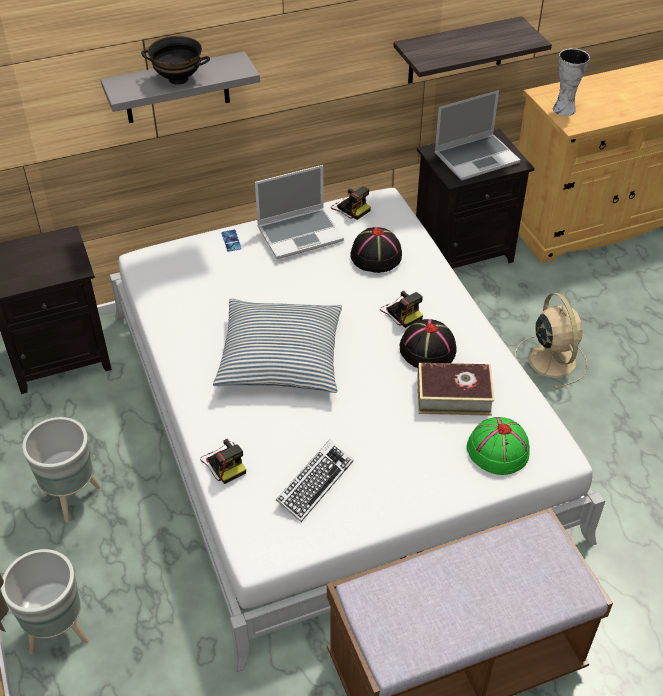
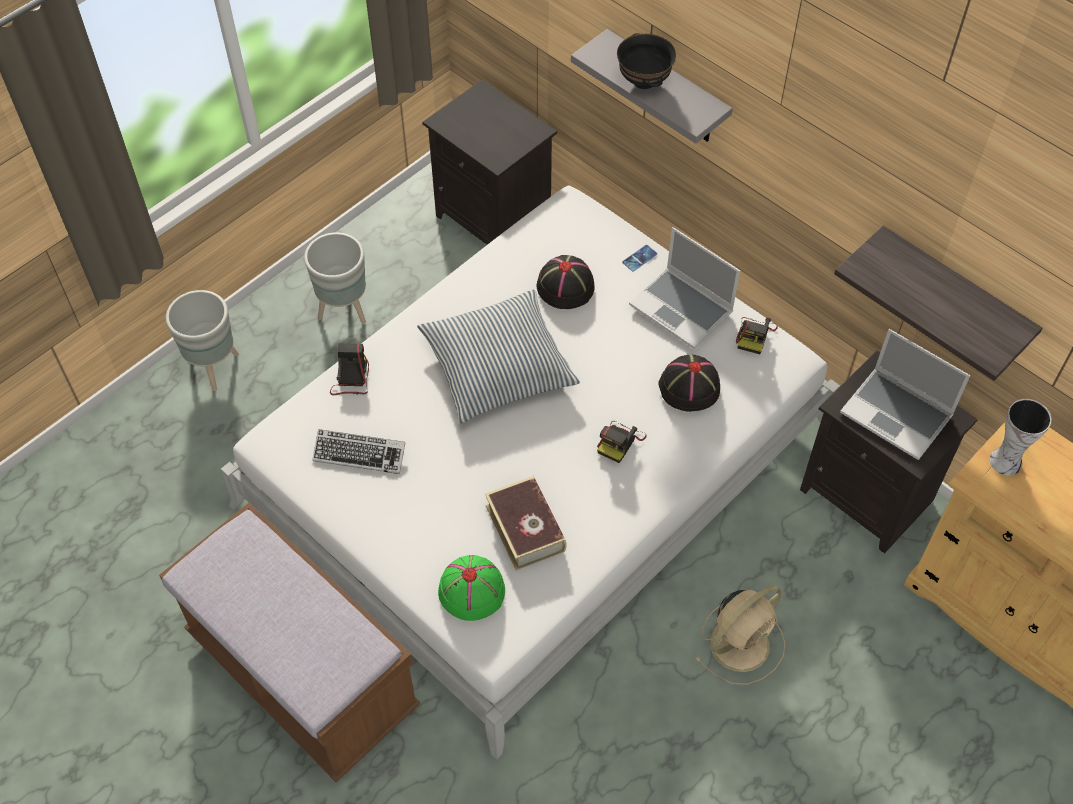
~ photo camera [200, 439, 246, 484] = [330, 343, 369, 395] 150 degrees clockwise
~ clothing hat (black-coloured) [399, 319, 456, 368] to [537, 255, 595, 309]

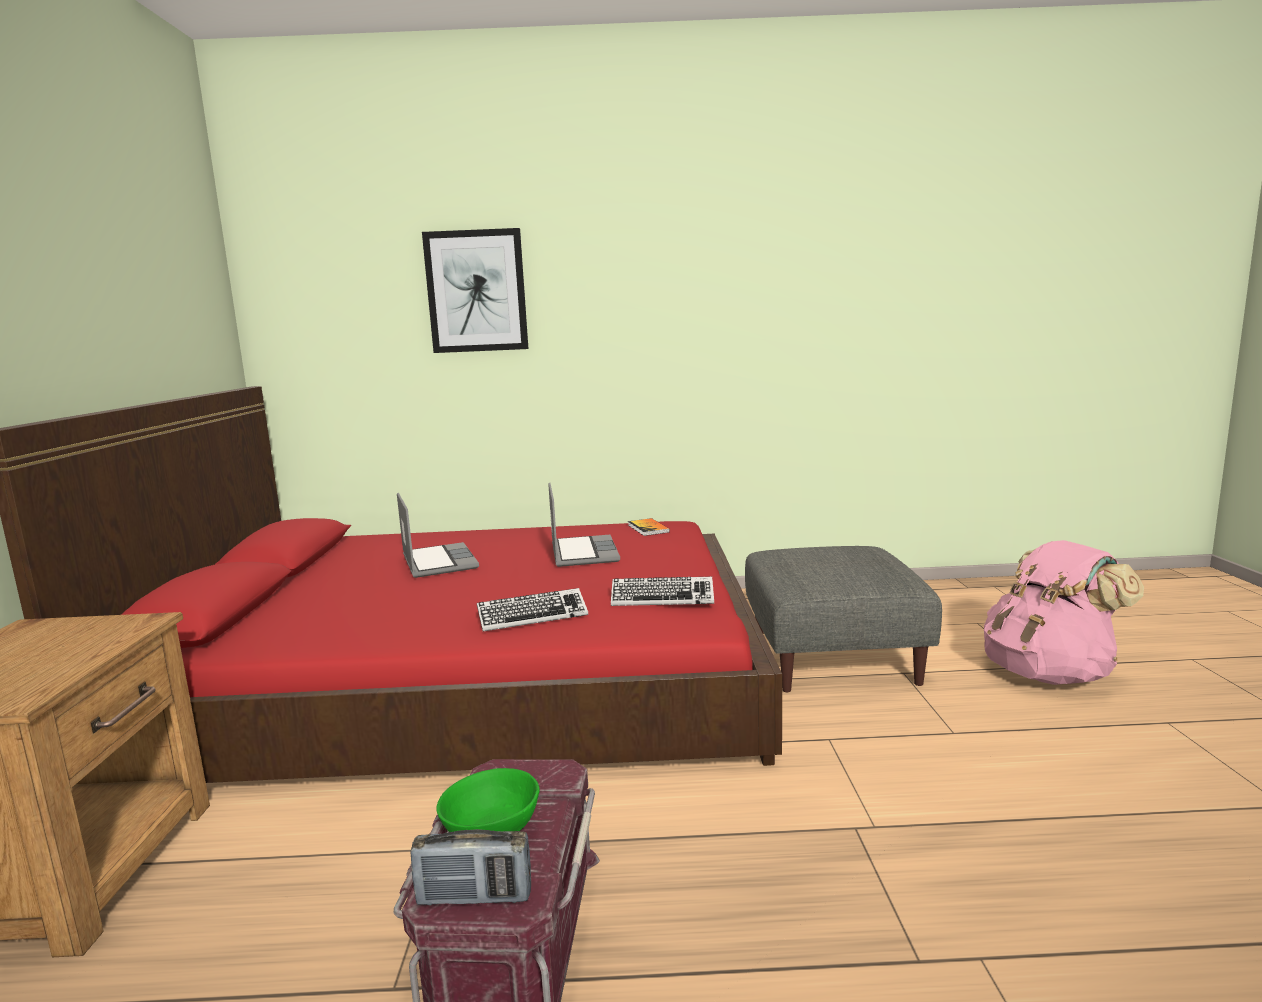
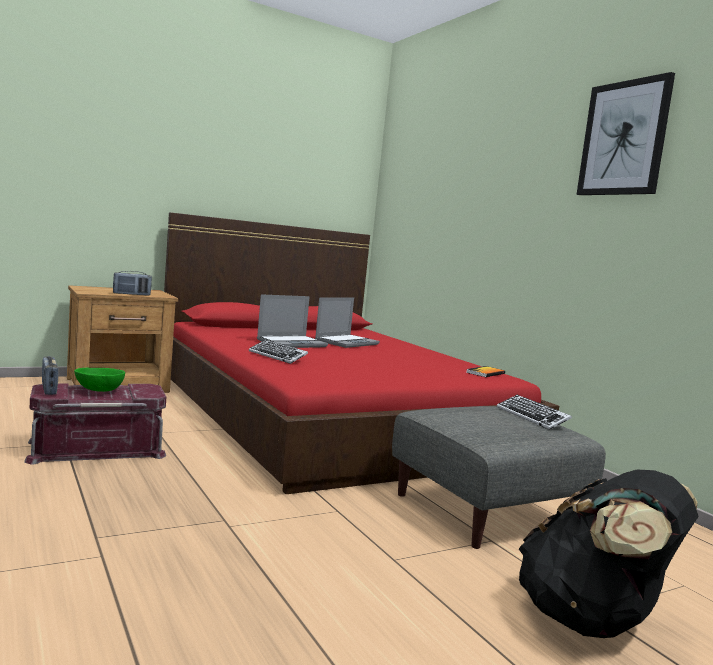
+ radio set [113, 271, 152, 296]
~ laptop [548, 483, 620, 567] to [257, 294, 328, 348]
~ keyboard [611, 577, 714, 606] to [497, 395, 572, 430]
~ backpack (pink) [984, 540, 1144, 685] to backpack (black-coloured) [519, 470, 699, 638]
~ wall picture [422, 228, 528, 353] to [576, 72, 675, 195]

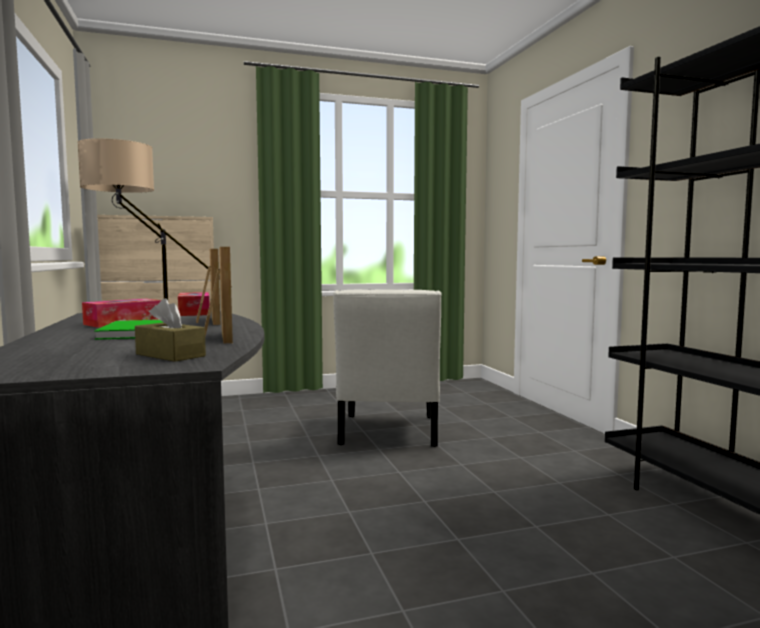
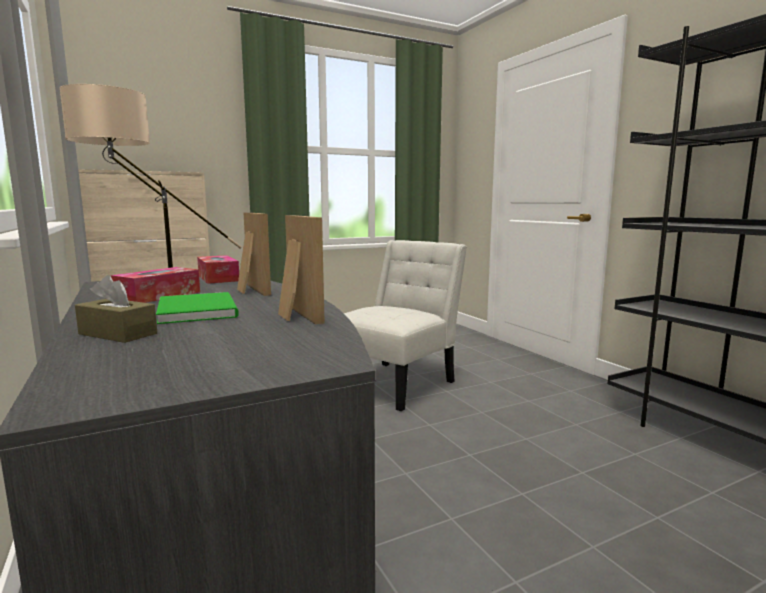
~ tissue holder (brown) [135, 298, 206, 362] to [75, 275, 157, 343]
~ upright chair (white-coloured) [333, 289, 442, 447] = [344, 240, 467, 411] 135 degrees counterclockwise

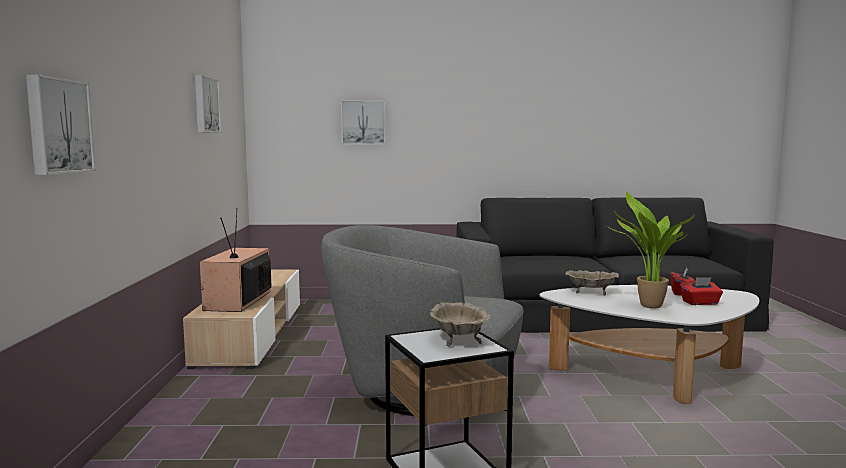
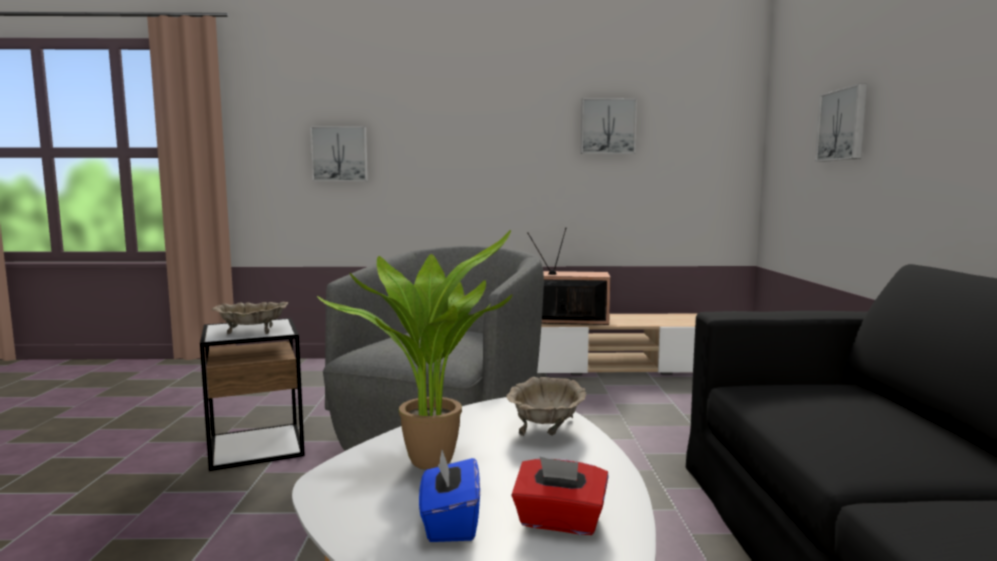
~ tissue holder (red) [680, 277, 723, 305] to tissue holder (blue-coloured) [419, 450, 480, 542]

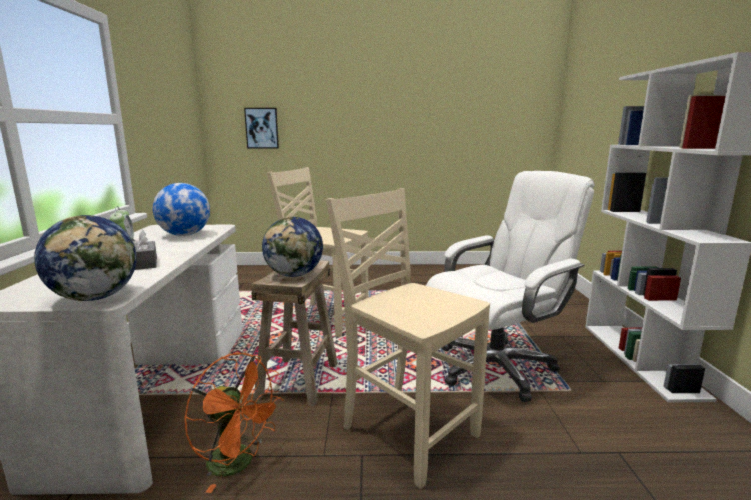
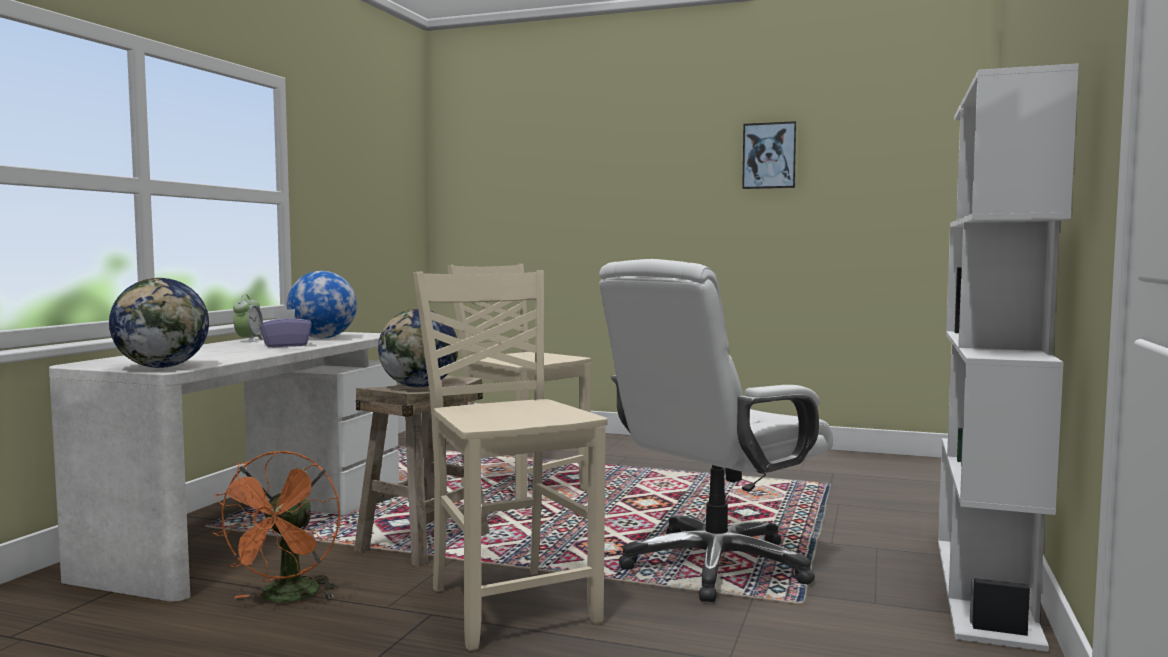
~ electric fan (orange) [184, 353, 283, 493] = [211, 450, 340, 602] 45 degrees clockwise
+ tissue holder (purple) [260, 309, 312, 347]
~ desk chair (white-coloured) [426, 171, 595, 402] = [599, 259, 833, 602] 150 degrees clockwise
~ wall picture [244, 108, 279, 148] to [742, 121, 797, 189]
- tissue holder (greyish) [134, 230, 157, 270]

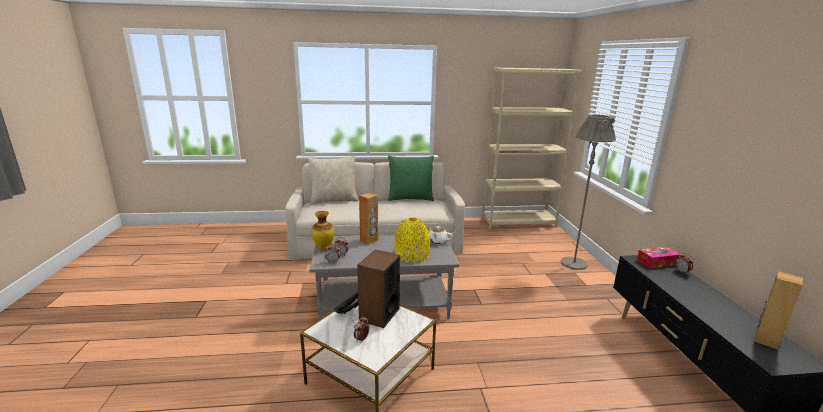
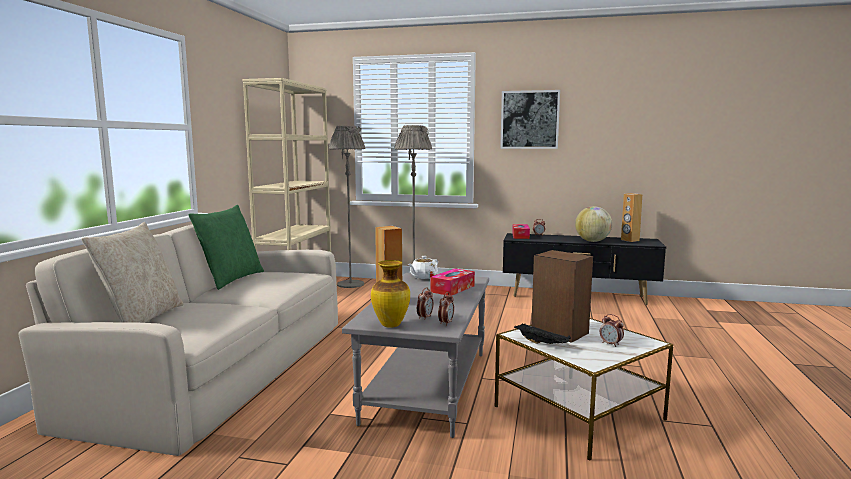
+ standard lamp (greyish) [329, 126, 365, 288]
~ flower vase (yellowish) [394, 217, 430, 262] to tissue holder [430, 268, 475, 296]
+ wall picture [500, 90, 560, 149]
+ globe [575, 206, 612, 242]

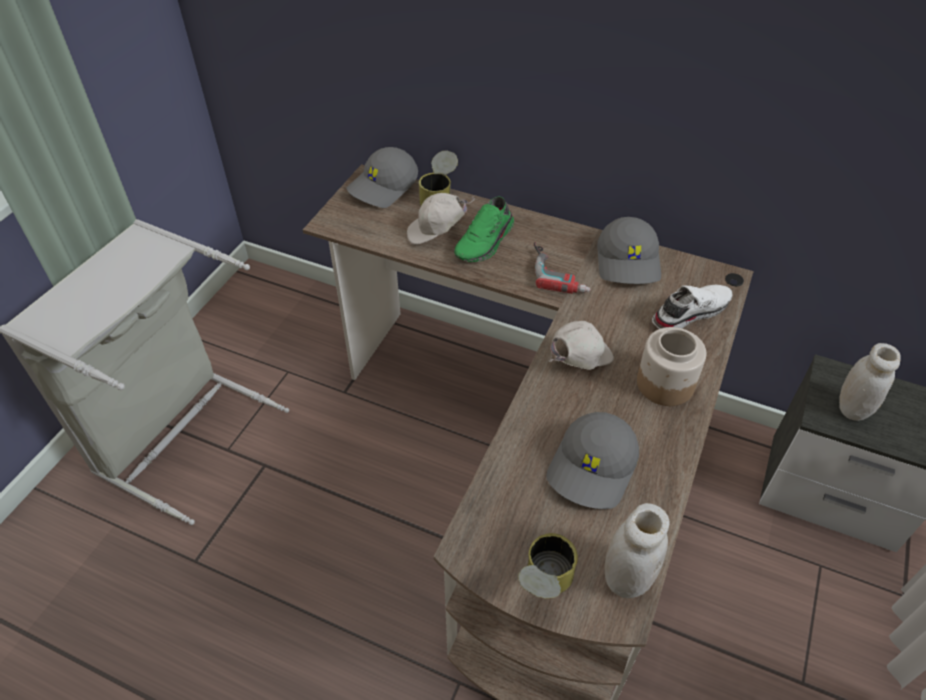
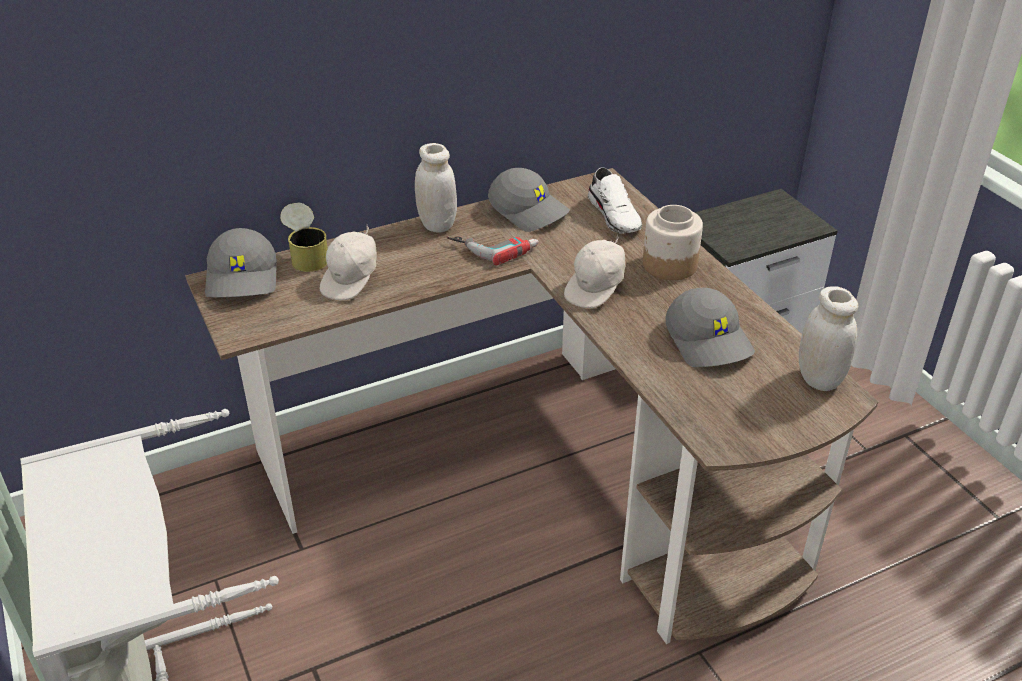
~ preserve jar (white-coloured) [839, 343, 901, 421] to [415, 143, 457, 232]
~ cap (white-coloured) [549, 321, 614, 370] = [564, 234, 625, 308] 150 degrees counterclockwise
~ shoe (white-coloured) [652, 285, 733, 329] = [588, 168, 642, 234] 150 degrees clockwise
- shoe (greenish) [454, 197, 514, 262]
- sealed can [518, 533, 578, 598]

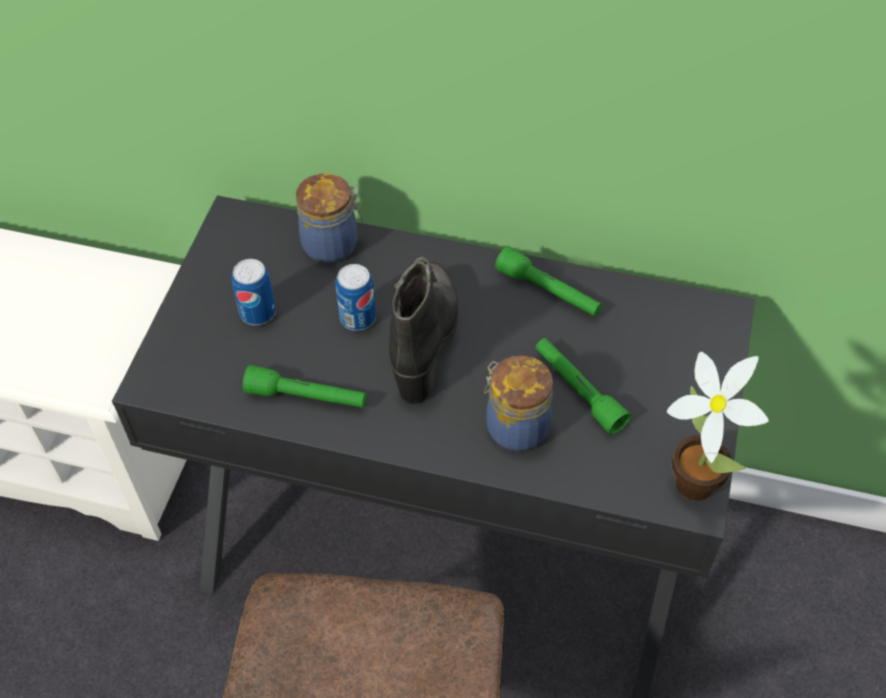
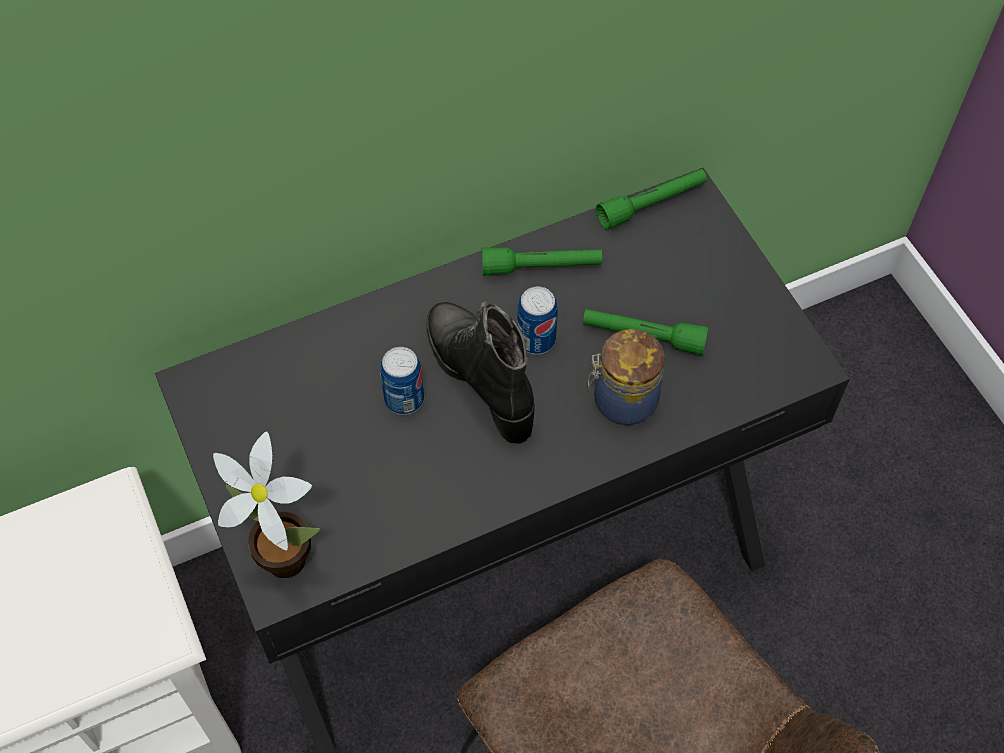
~ potted plant [667, 352, 769, 501] to [213, 431, 320, 578]
~ sealed can [232, 259, 276, 325] to [517, 286, 558, 354]
~ torch (greenish) [243, 365, 366, 408] to [596, 169, 707, 230]
- preserve jar [296, 173, 363, 263]

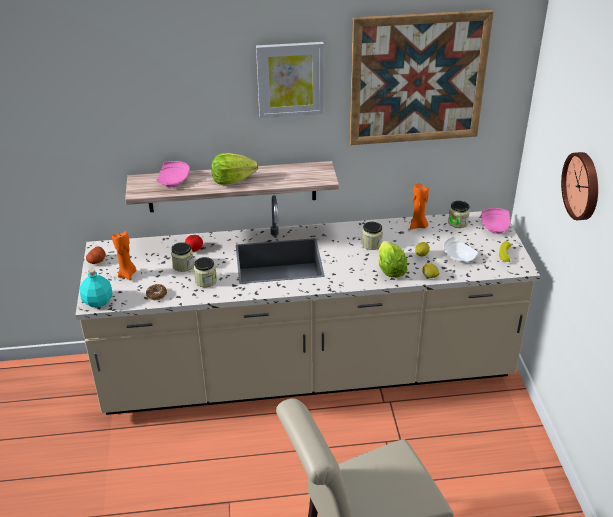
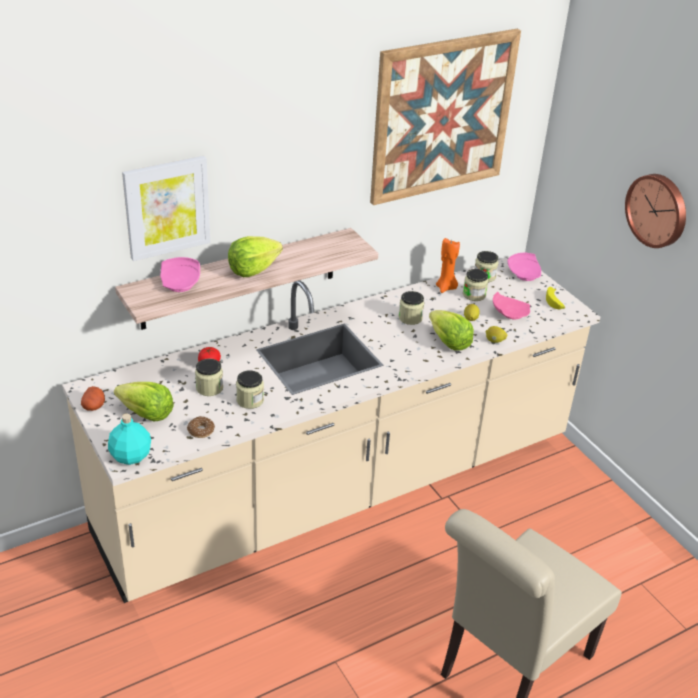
~ wax light (orange) [112, 231, 136, 280] to lettuce [114, 382, 174, 421]
~ wall picture [256, 42, 324, 118] to [122, 156, 210, 261]
+ preserve jar [463, 269, 488, 301]
~ dinner plate (white-coloured) [443, 236, 478, 263] to dinner plate (pink) [493, 292, 530, 319]

